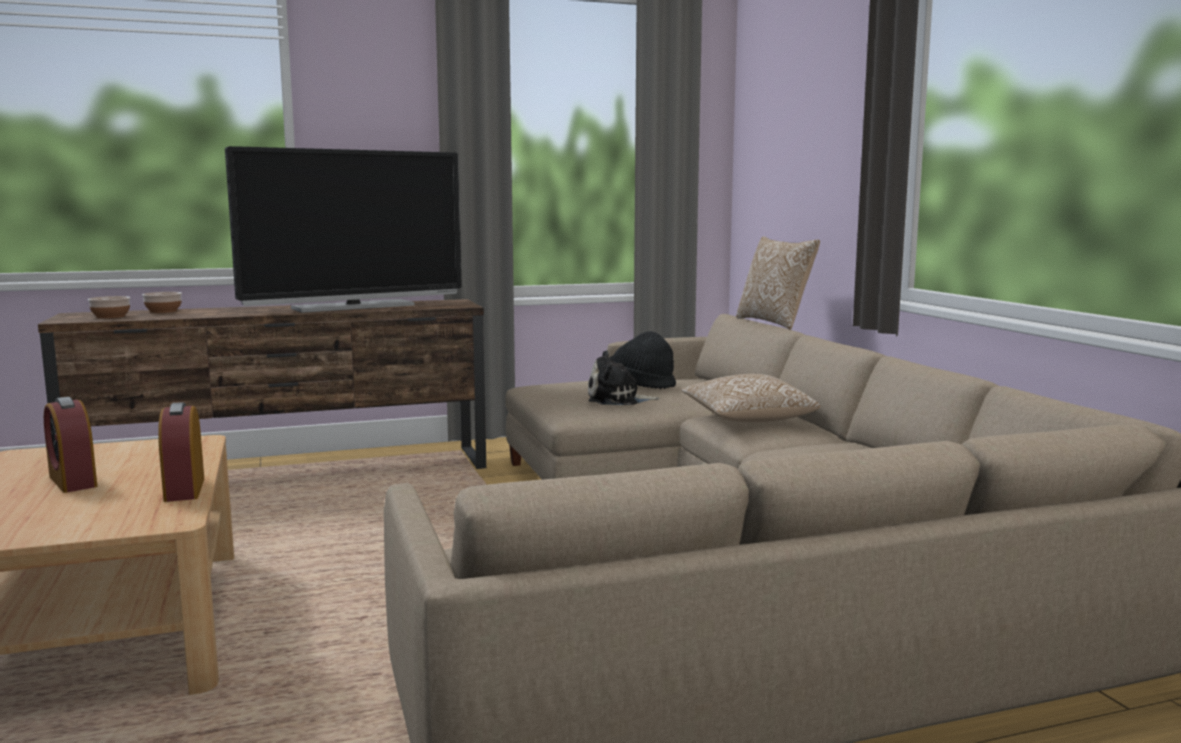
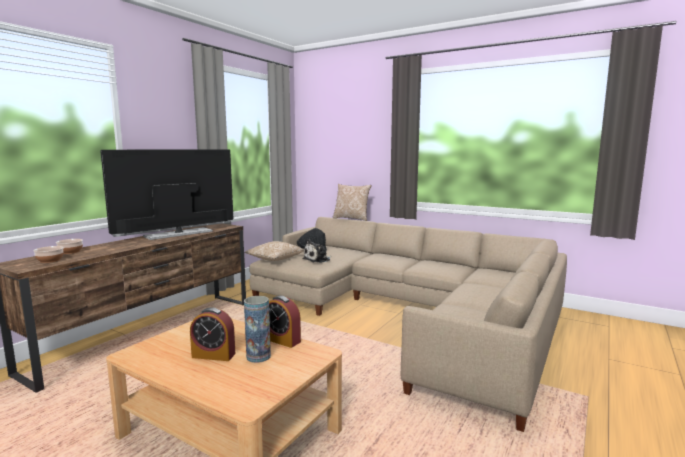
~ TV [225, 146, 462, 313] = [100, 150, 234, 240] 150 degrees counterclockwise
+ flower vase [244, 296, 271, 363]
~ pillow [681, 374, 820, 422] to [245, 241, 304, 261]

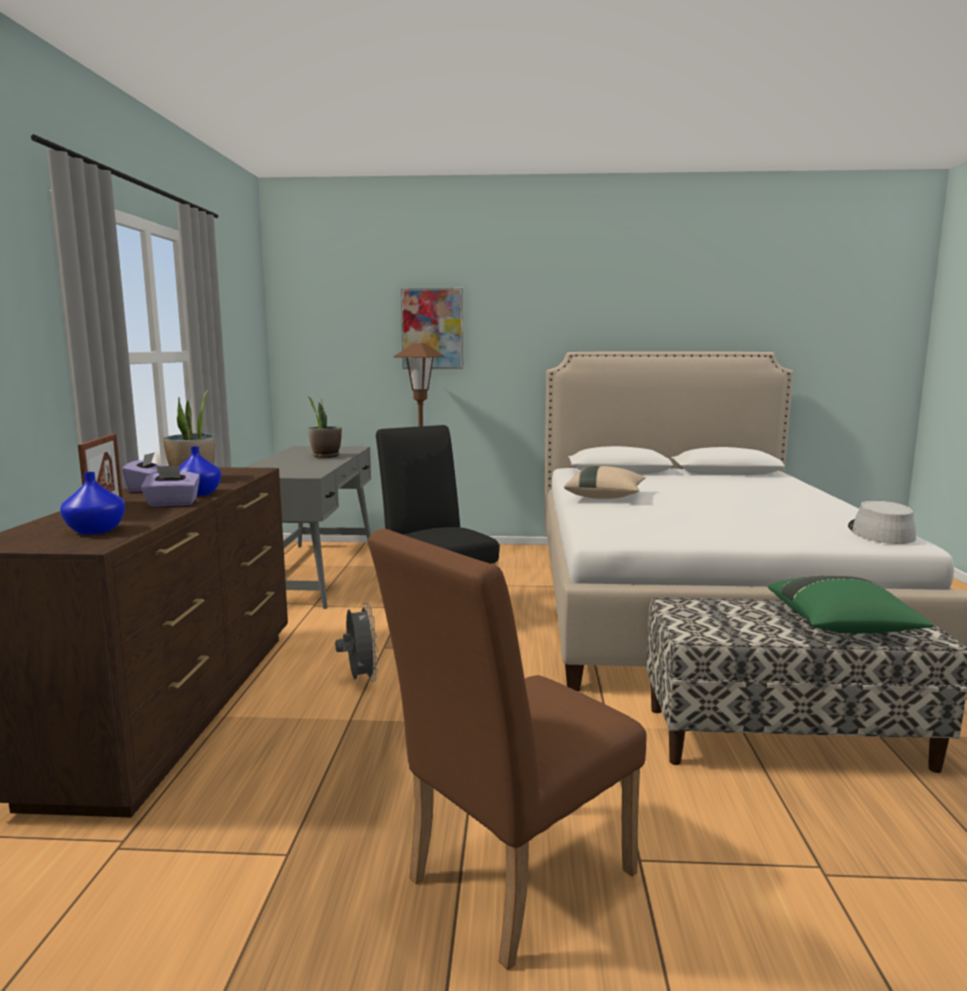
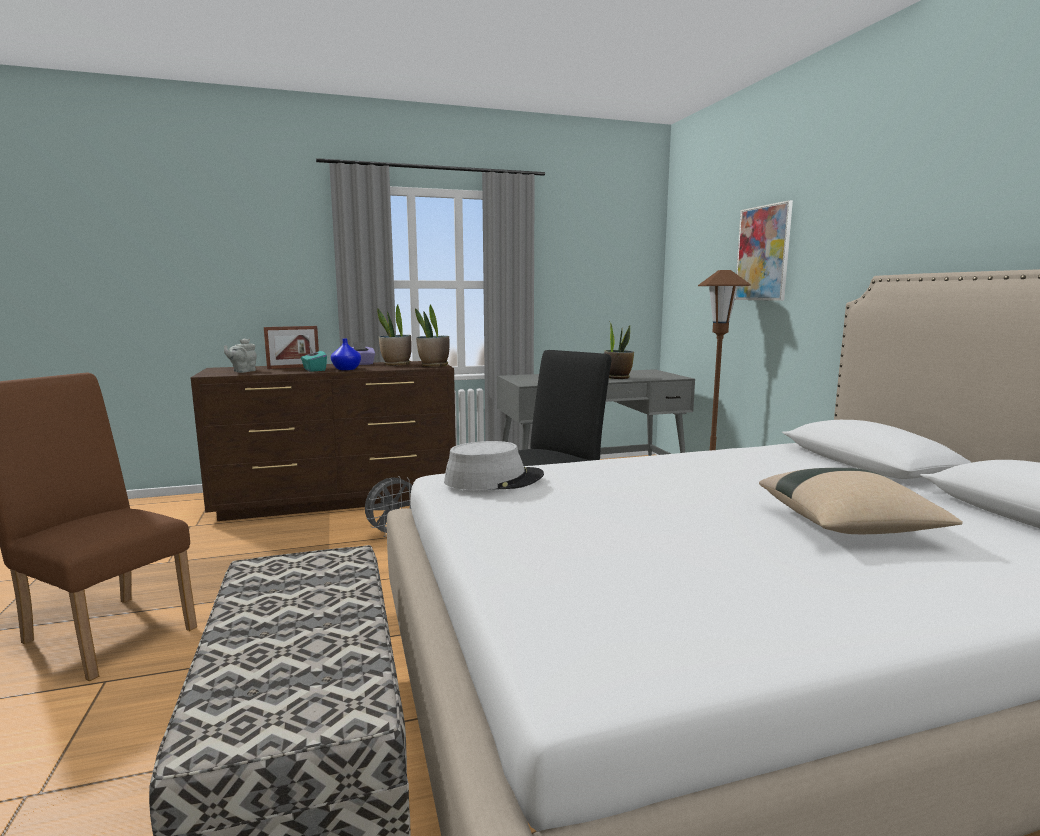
~ flower vase (blue-coloured) [60, 472, 125, 535] to teapot (greyish) [224, 338, 257, 373]
~ tissue holder (purple) [141, 466, 200, 507] to tissue holder (blue-green) [301, 346, 327, 372]
+ potted plant [415, 304, 449, 367]
~ clothing hat (greyish) [848, 501, 916, 544] to [444, 441, 544, 490]
~ pillow (beige-coloured) [564, 466, 645, 499] to [759, 468, 963, 534]
- pillow (greenish) [768, 576, 934, 634]

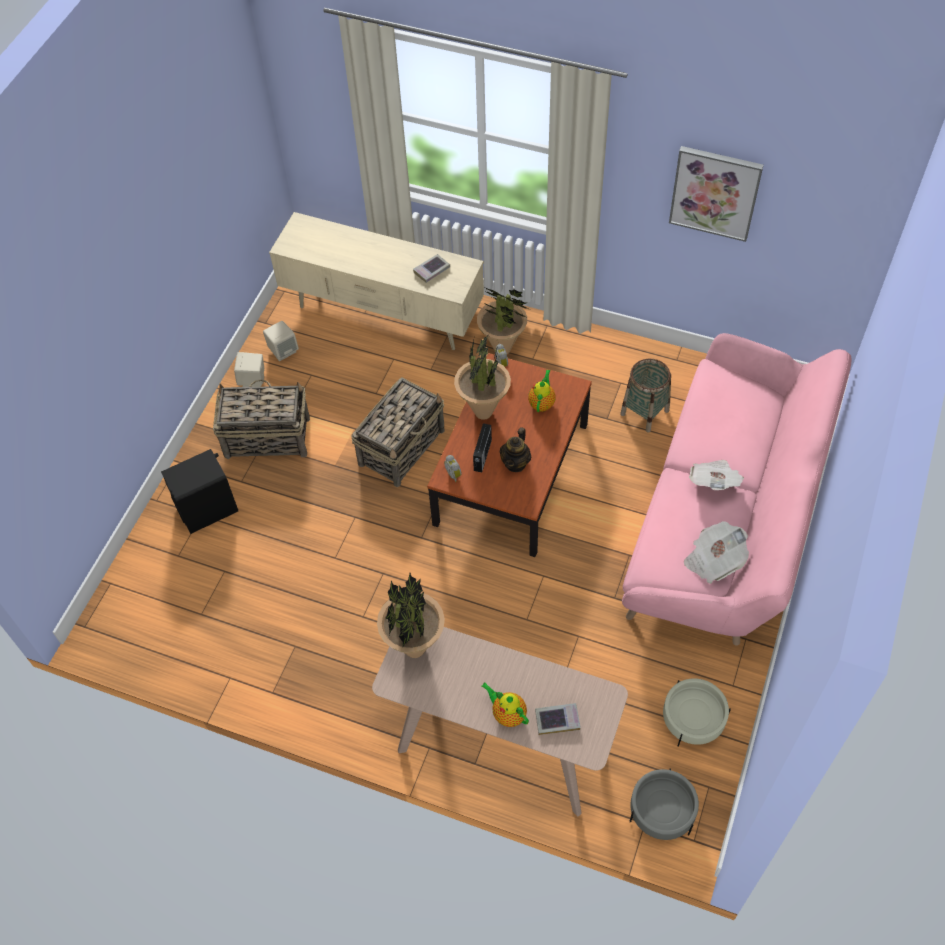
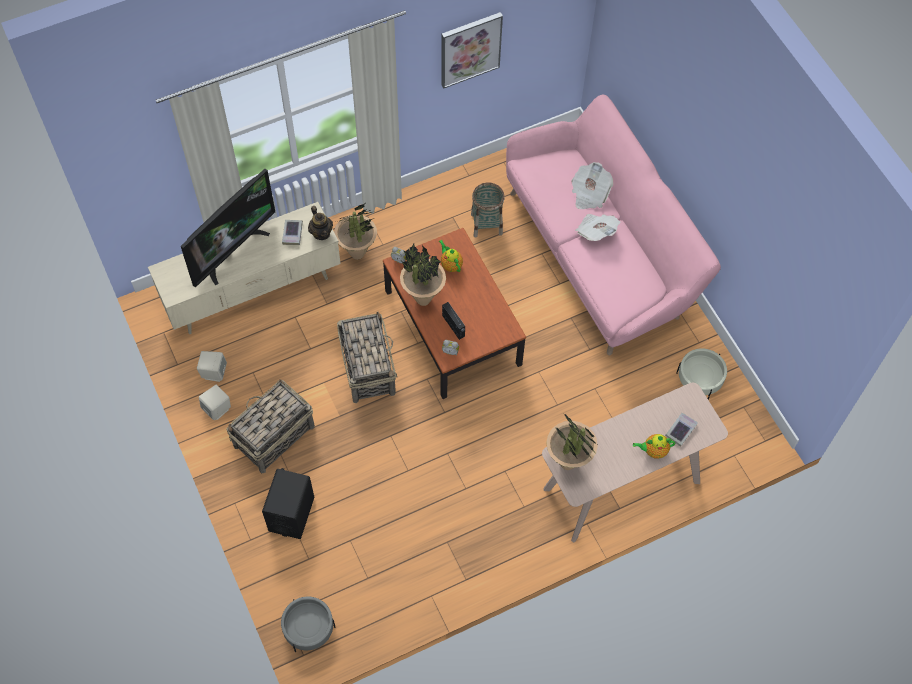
+ TV [181, 169, 275, 288]
~ flower pot (greyish) [629, 768, 699, 840] to [281, 597, 336, 652]
~ teapot [500, 427, 531, 472] to [308, 206, 333, 240]
~ newspaper [684, 521, 749, 584] to [571, 162, 613, 209]

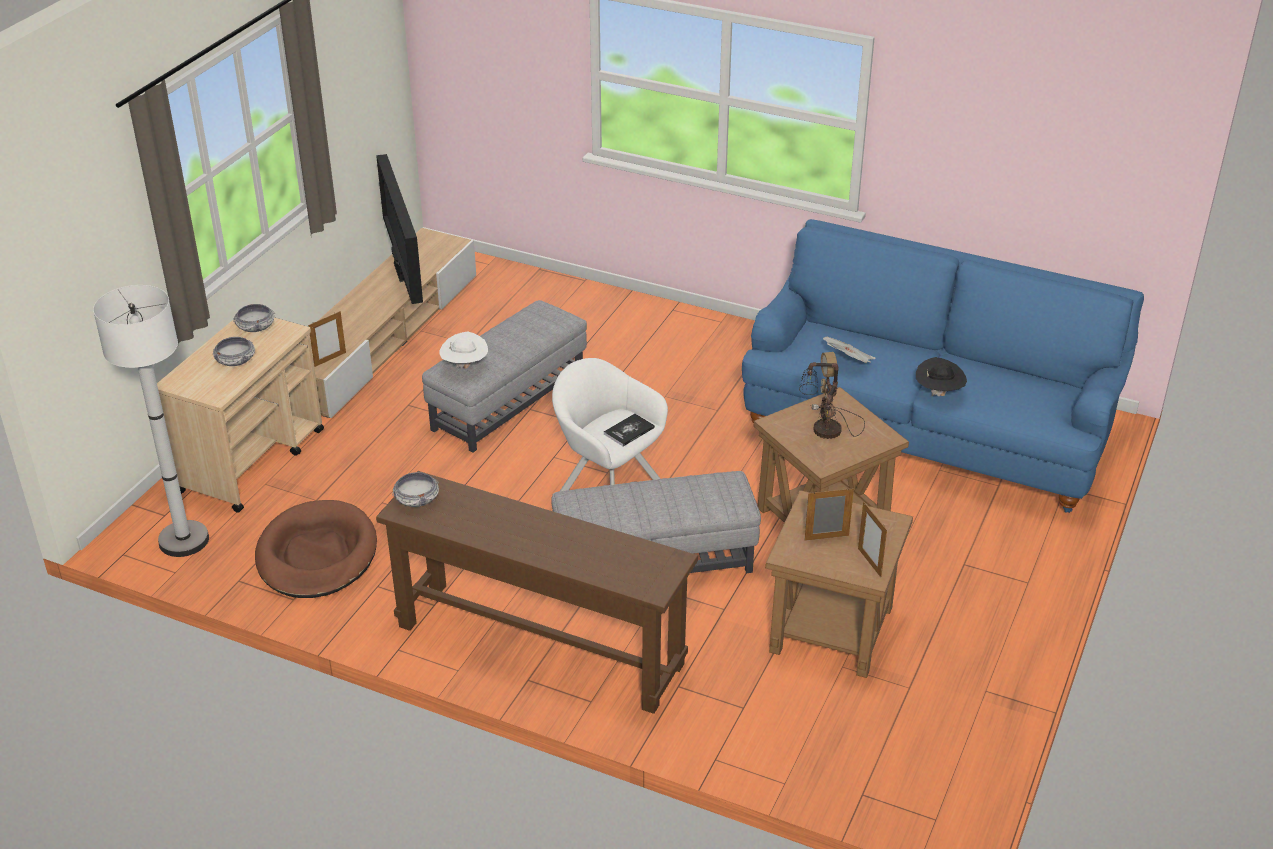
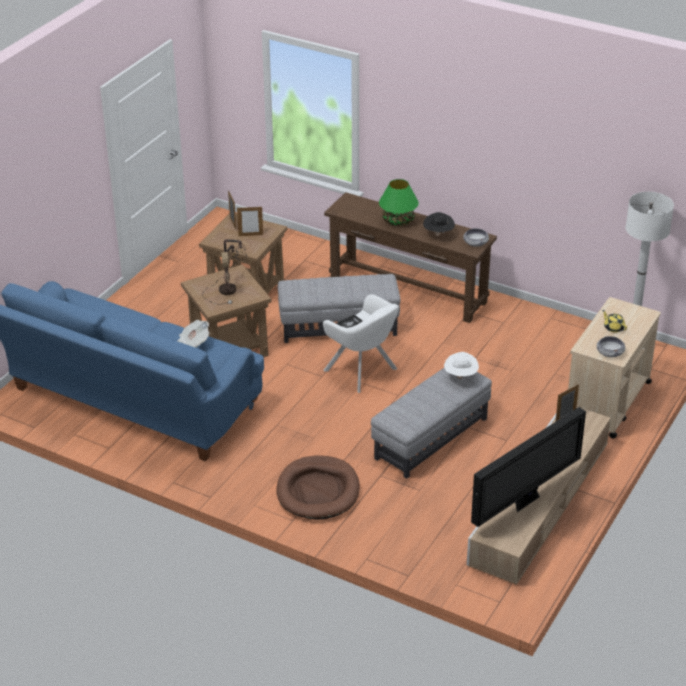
~ dog bed (brown) [255, 500, 377, 598] to [276, 456, 360, 520]
+ table lamp (greenish) [379, 179, 419, 226]
~ clothing hat (black-coloured) [916, 357, 967, 396] to [423, 212, 455, 236]
~ TV [376, 154, 423, 304] = [471, 407, 586, 527] 60 degrees clockwise
~ deep dish [213, 337, 255, 366] to teapot (yellowish) [602, 310, 627, 333]

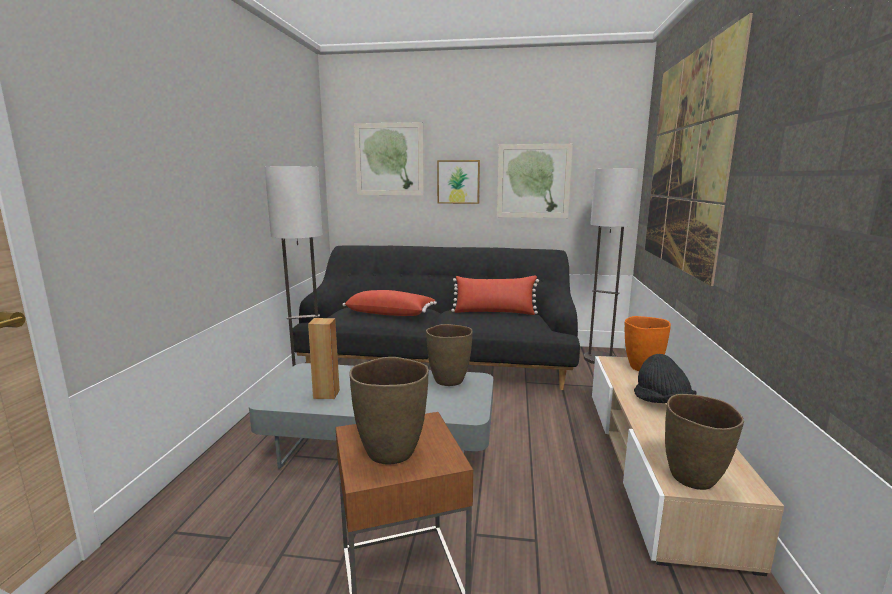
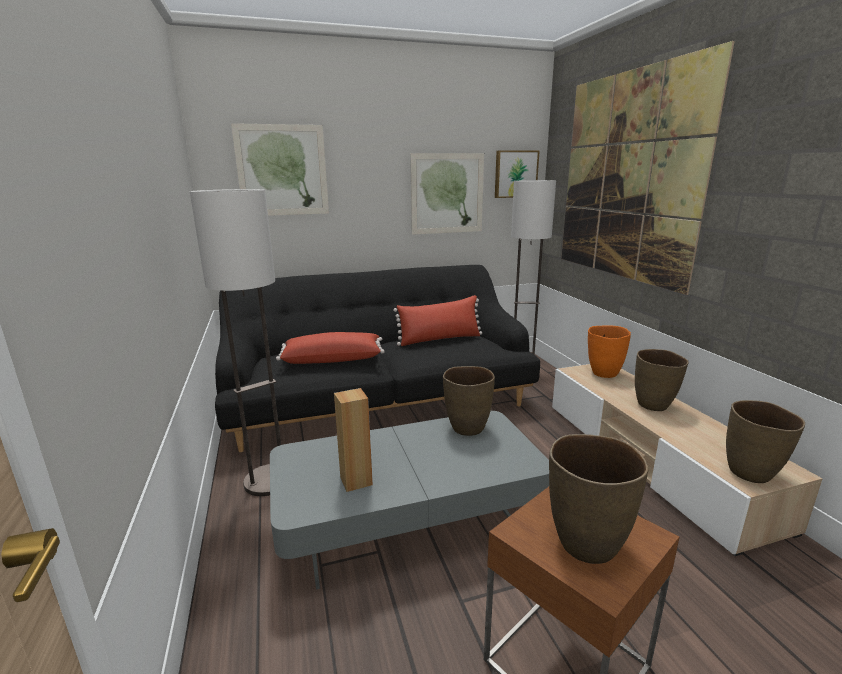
~ wall picture [437, 160, 480, 204] to [495, 150, 540, 198]
~ clothing hat (black-coloured) [634, 354, 696, 403] to flower vase (brown) [635, 349, 689, 411]

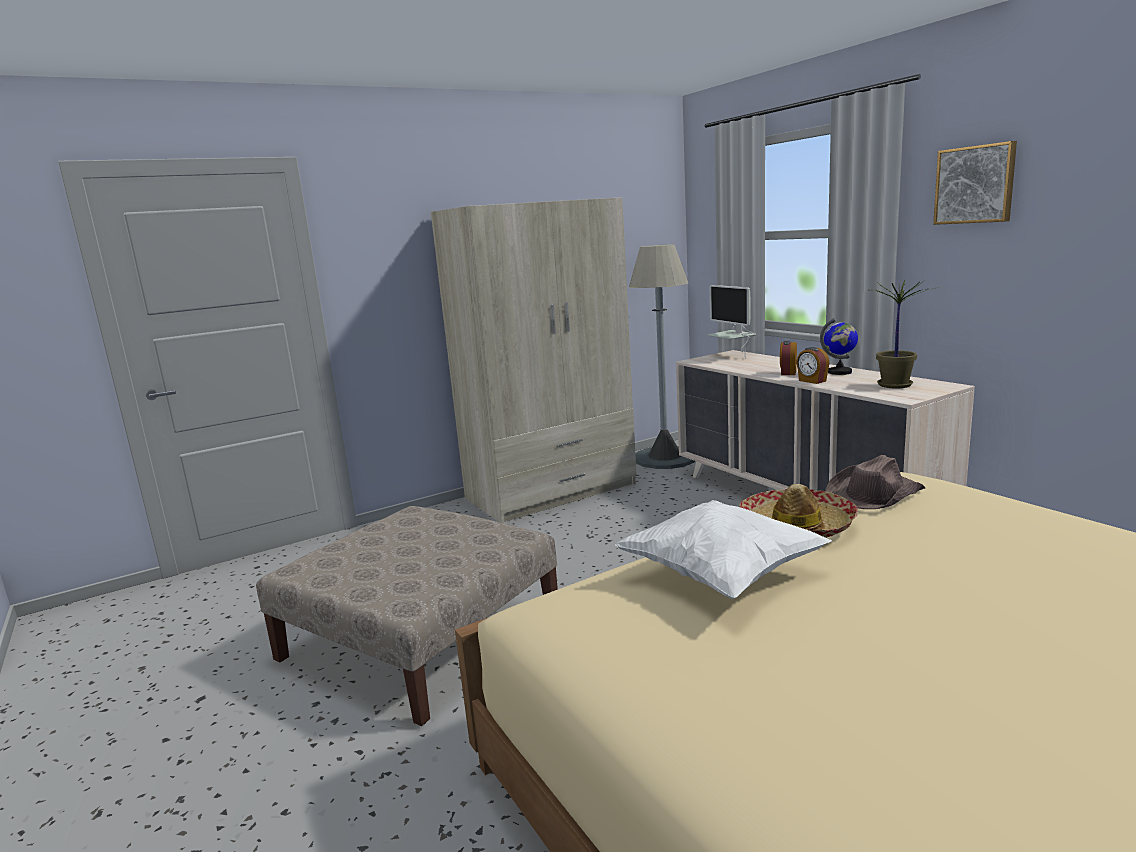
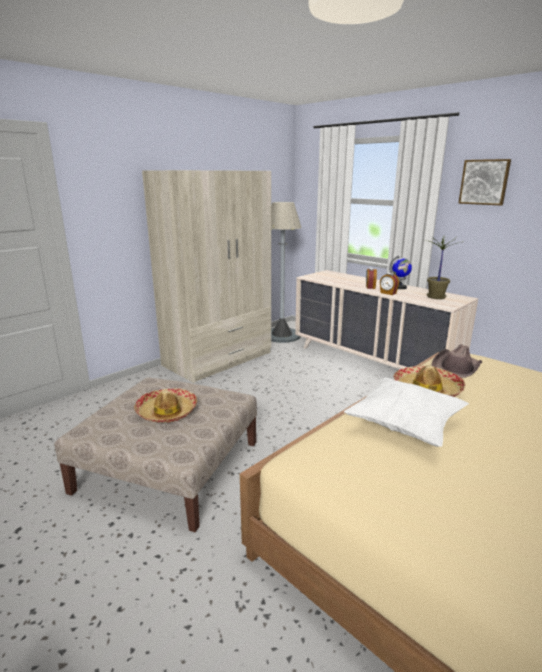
+ clothing hat [134, 388, 197, 423]
- monitor [708, 285, 756, 359]

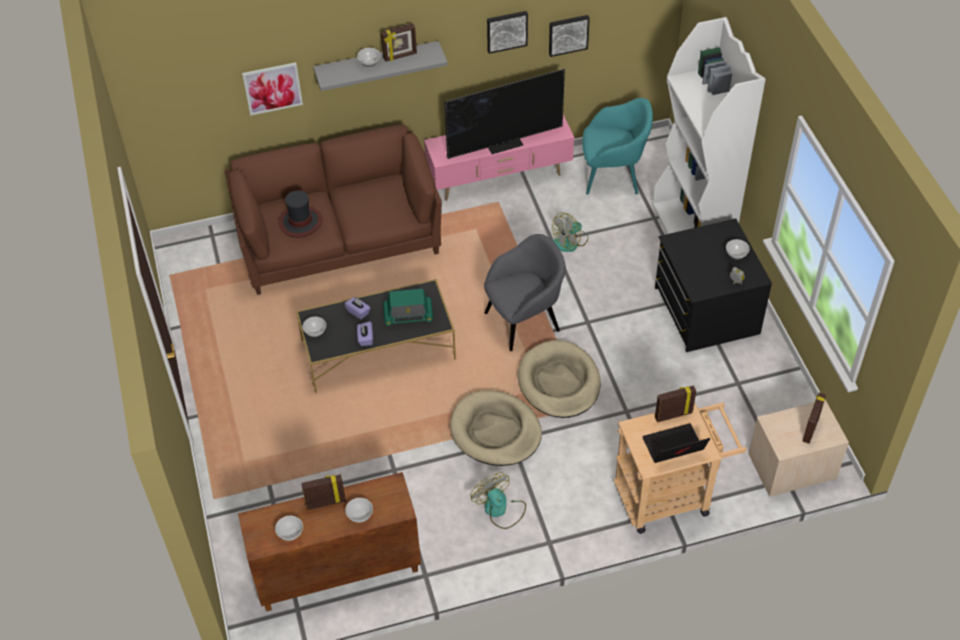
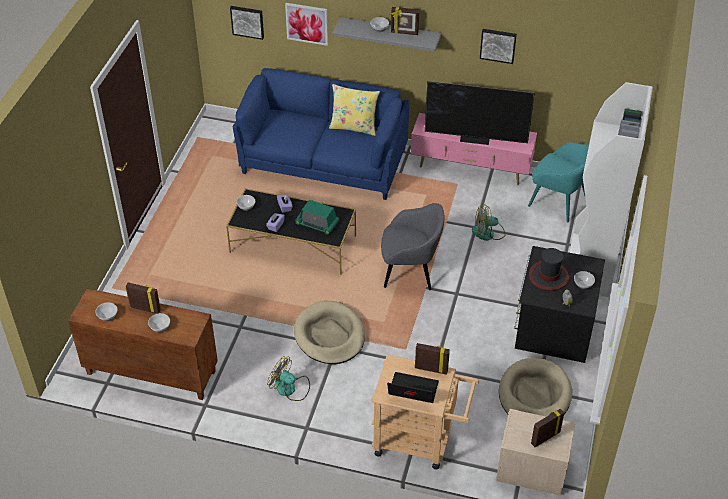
~ wall picture [549, 15, 590, 57] to [230, 6, 264, 40]
~ sofa (brown) [225, 124, 442, 295] to sofa (blue-coloured) [233, 68, 409, 200]
~ electric fan [471, 472, 526, 529] = [267, 356, 310, 401] 60 degrees counterclockwise
+ pillow (yellowish) [329, 84, 380, 136]
~ dog bed (beige-coloured) [518, 340, 601, 418] to [499, 358, 572, 417]
~ clothing hat [279, 191, 323, 238] to [529, 248, 569, 291]

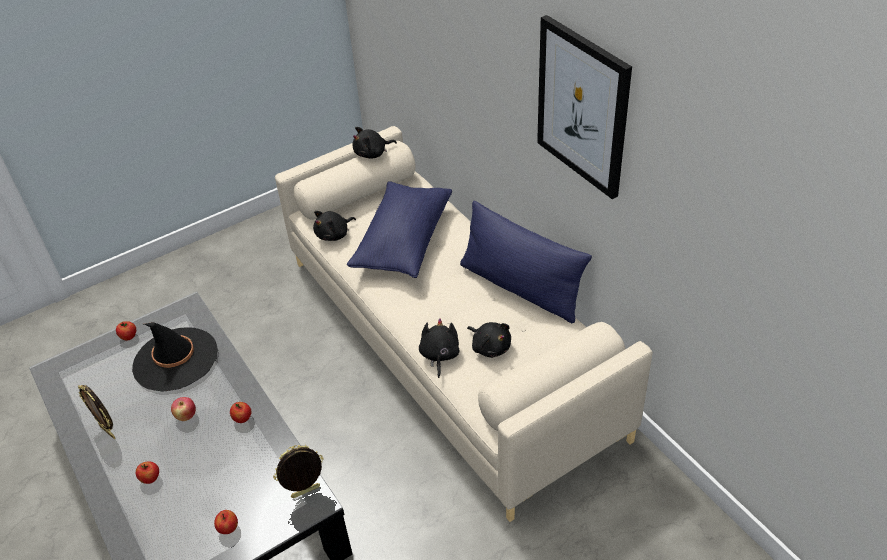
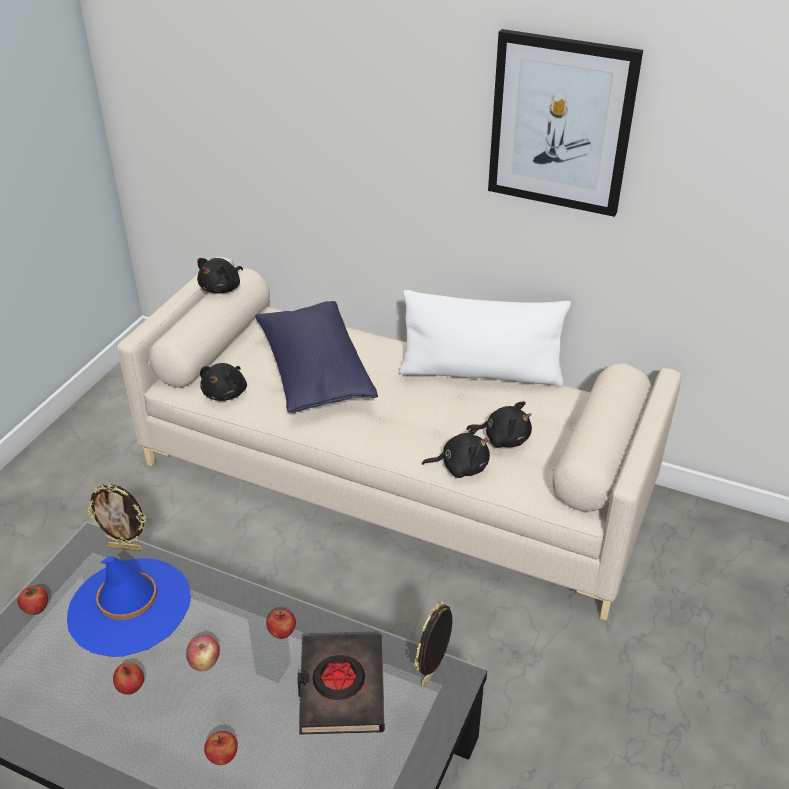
~ clothing hat (black-coloured) [132, 322, 218, 392] to clothing hat (blue-coloured) [67, 556, 191, 657]
~ standing frame [78, 385, 116, 439] to [86, 484, 146, 551]
~ whole apple [214, 510, 238, 534] to [113, 662, 144, 695]
+ bound book (black-coloured) [298, 634, 385, 735]
~ pillow (blue-coloured) [460, 201, 592, 323] to pillow (white-coloured) [399, 290, 571, 387]
~ cuddly toy (black-coloured) [419, 318, 460, 378] = [422, 426, 490, 478] 120 degrees clockwise

